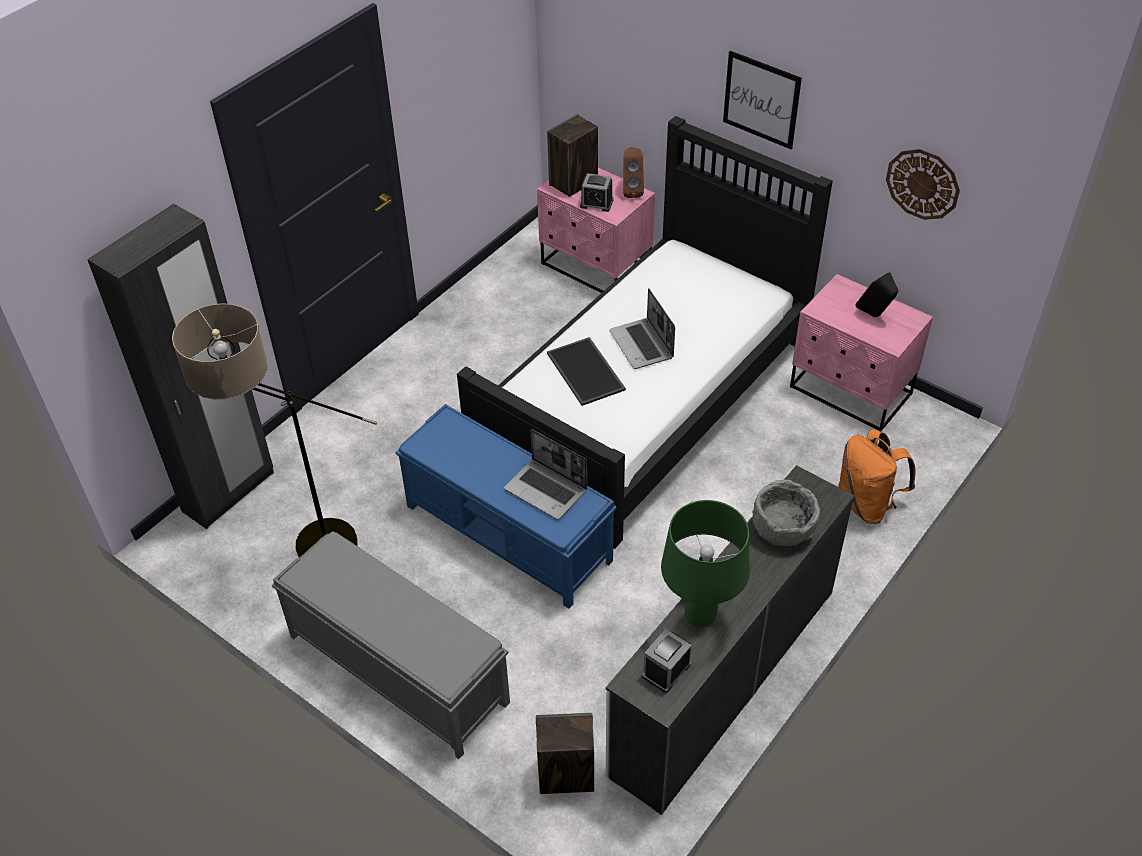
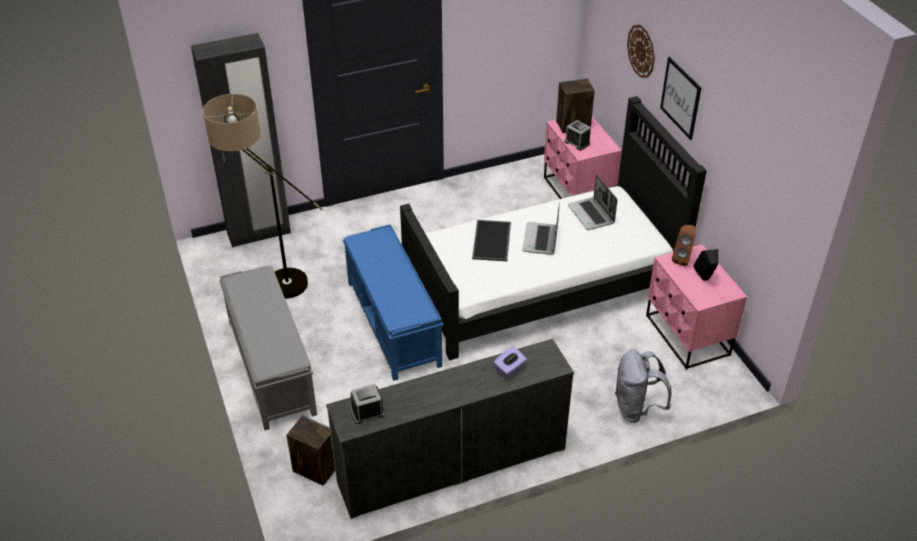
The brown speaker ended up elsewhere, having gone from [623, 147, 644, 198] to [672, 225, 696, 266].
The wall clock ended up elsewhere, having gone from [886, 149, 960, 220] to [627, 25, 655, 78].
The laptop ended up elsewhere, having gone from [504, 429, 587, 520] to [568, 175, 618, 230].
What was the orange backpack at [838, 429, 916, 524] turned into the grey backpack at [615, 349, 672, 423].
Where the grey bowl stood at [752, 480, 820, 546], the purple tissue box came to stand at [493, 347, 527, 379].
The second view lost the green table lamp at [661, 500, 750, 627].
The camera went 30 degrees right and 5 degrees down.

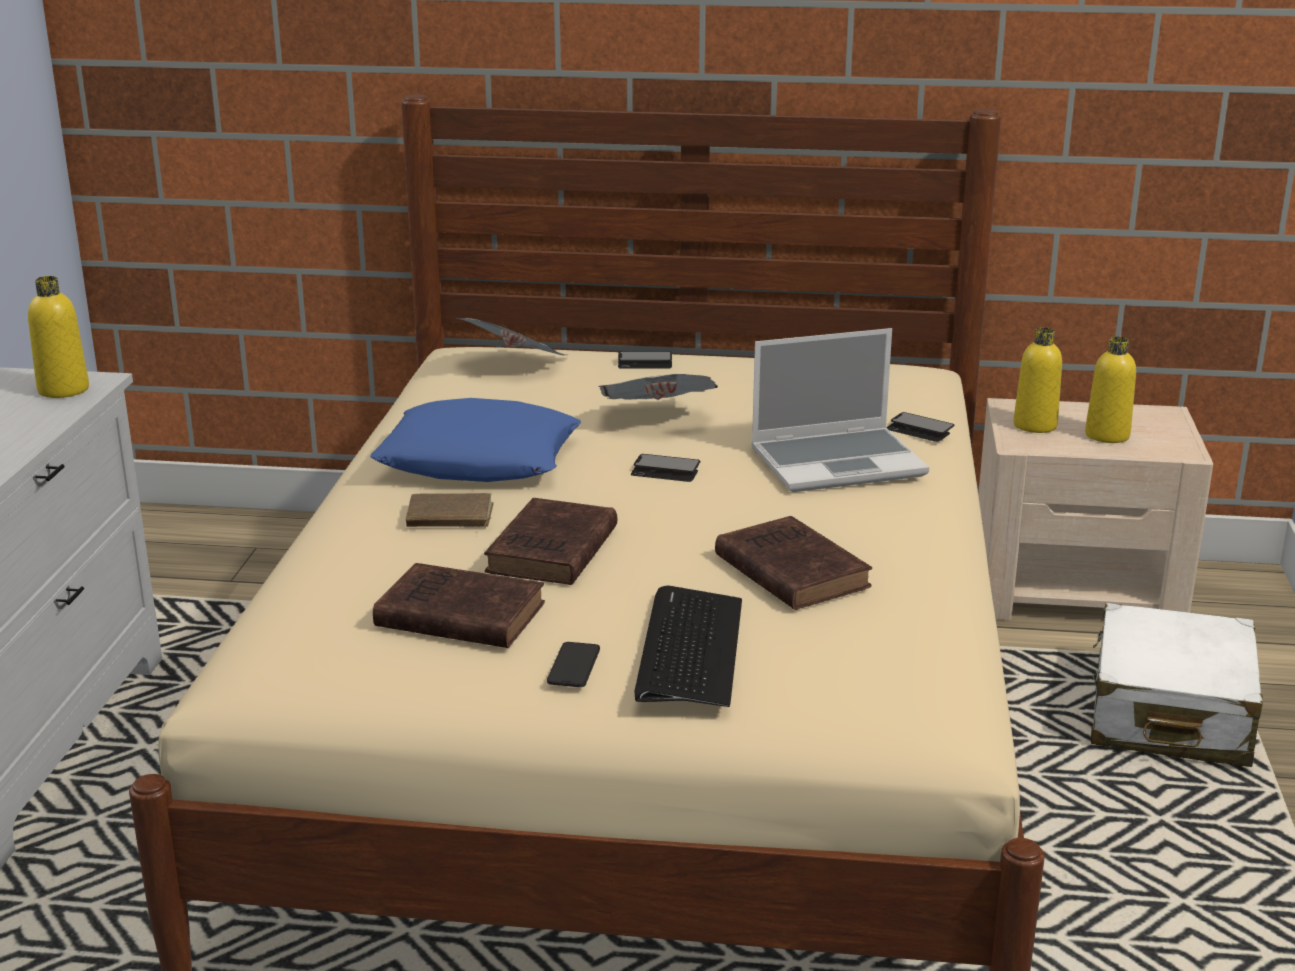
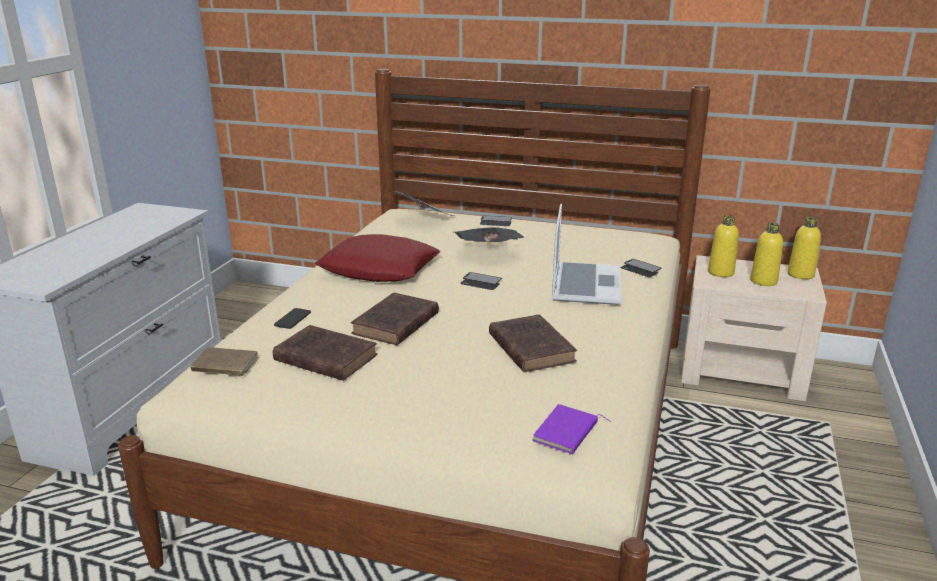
The yellow bottle ended up elsewhere, having gone from [28, 276, 89, 398] to [788, 217, 821, 279].
The laptop at [751, 328, 929, 492] ended up facing another way, 75 degrees counterclockwise from before.
What was the blue pillow at [370, 398, 581, 482] turned into the red pillow at [315, 234, 440, 282].
The brown book ended up elsewhere, having gone from [406, 493, 494, 528] to [190, 347, 259, 378].
The second view lost the keyboard at [635, 586, 742, 707].
The second view lost the white suitcase at [1091, 603, 1263, 767].
The phone ended up elsewhere, having gone from [547, 642, 600, 687] to [274, 308, 311, 329].
The second view gained the purple book at [532, 404, 611, 454].
The camera went 10 degrees right and 0 degrees up.

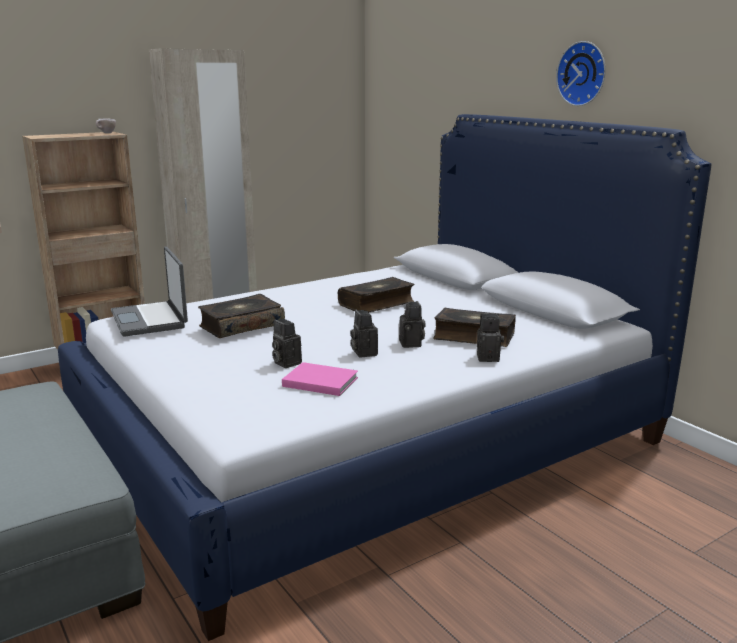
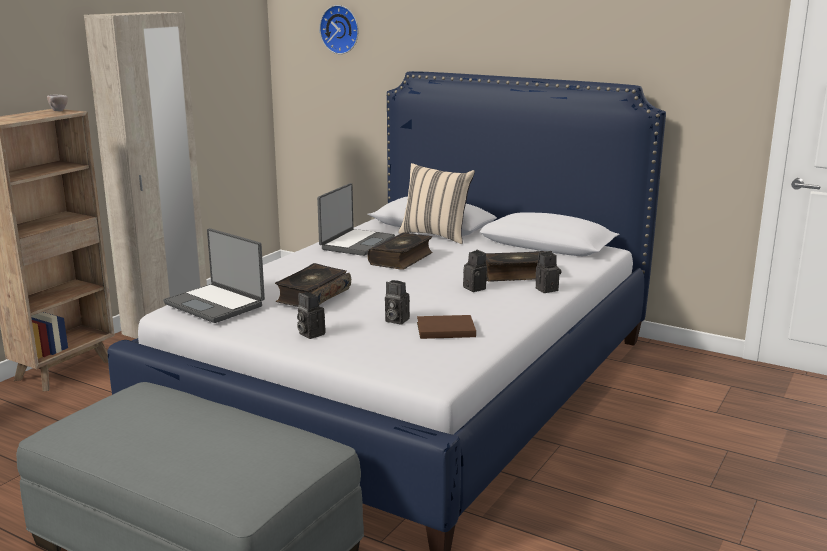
The wall clock ended up elsewhere, having gone from [556, 41, 606, 106] to [319, 5, 359, 54].
The photo camera ended up elsewhere, having gone from [351, 310, 378, 358] to [297, 292, 326, 339].
What was the pink book at [282, 362, 358, 396] turned into the brown book at [417, 315, 476, 339].
The second view gained the beige pillow at [398, 163, 475, 244].
The second view gained the laptop at [317, 183, 395, 256].
The camera went 25 degrees left and 0 degrees up.

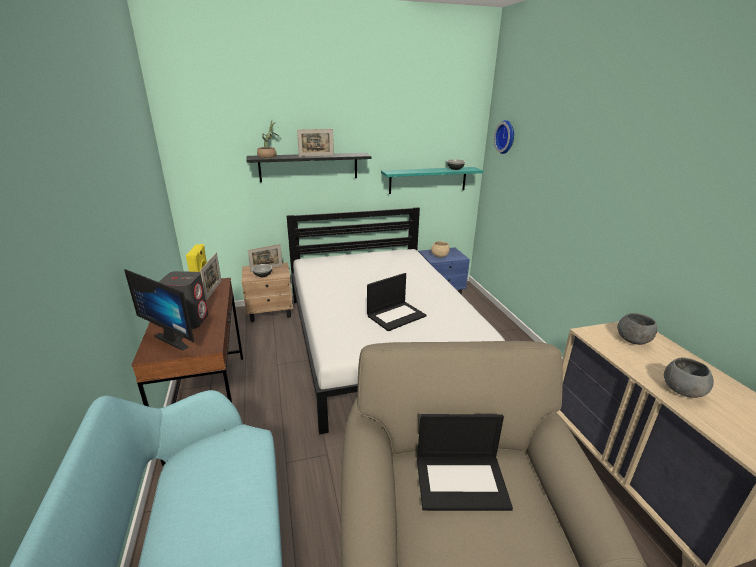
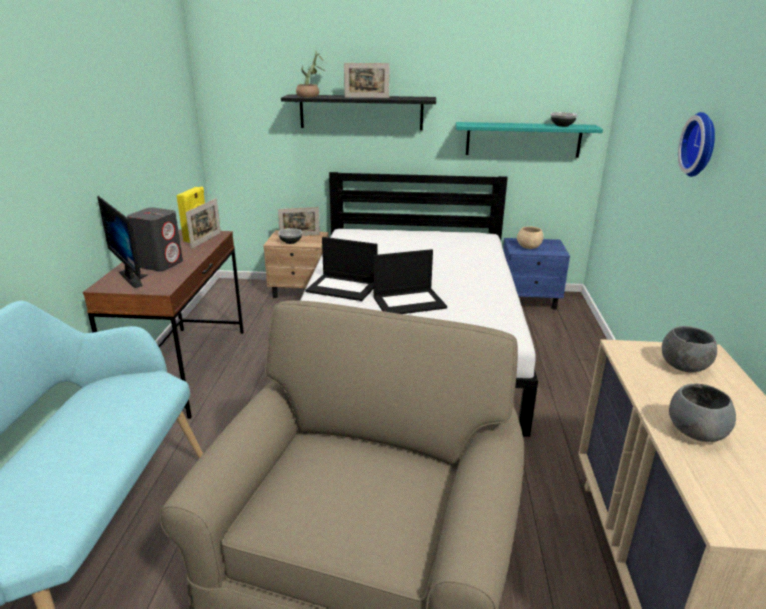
The wall clock ended up elsewhere, having gone from [494, 120, 514, 154] to [678, 112, 715, 177].
The laptop ended up elsewhere, having gone from [417, 414, 513, 511] to [305, 237, 377, 301].
The camera went 20 degrees right and 0 degrees up.

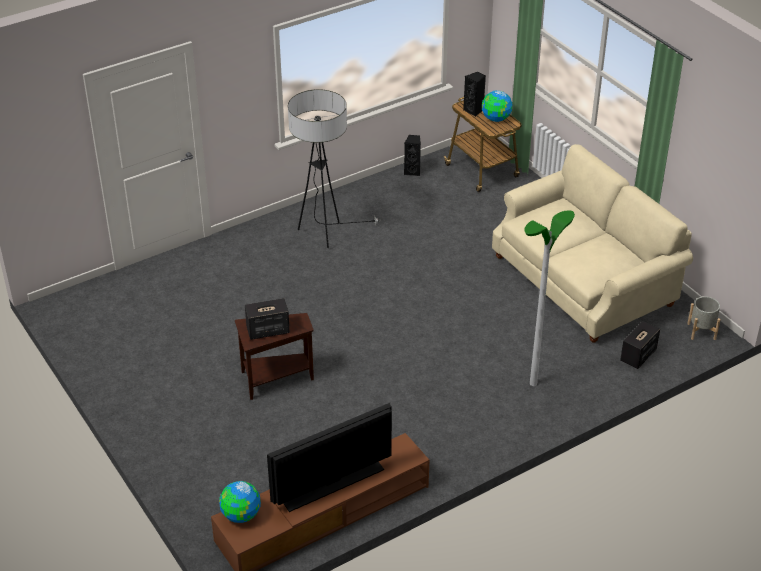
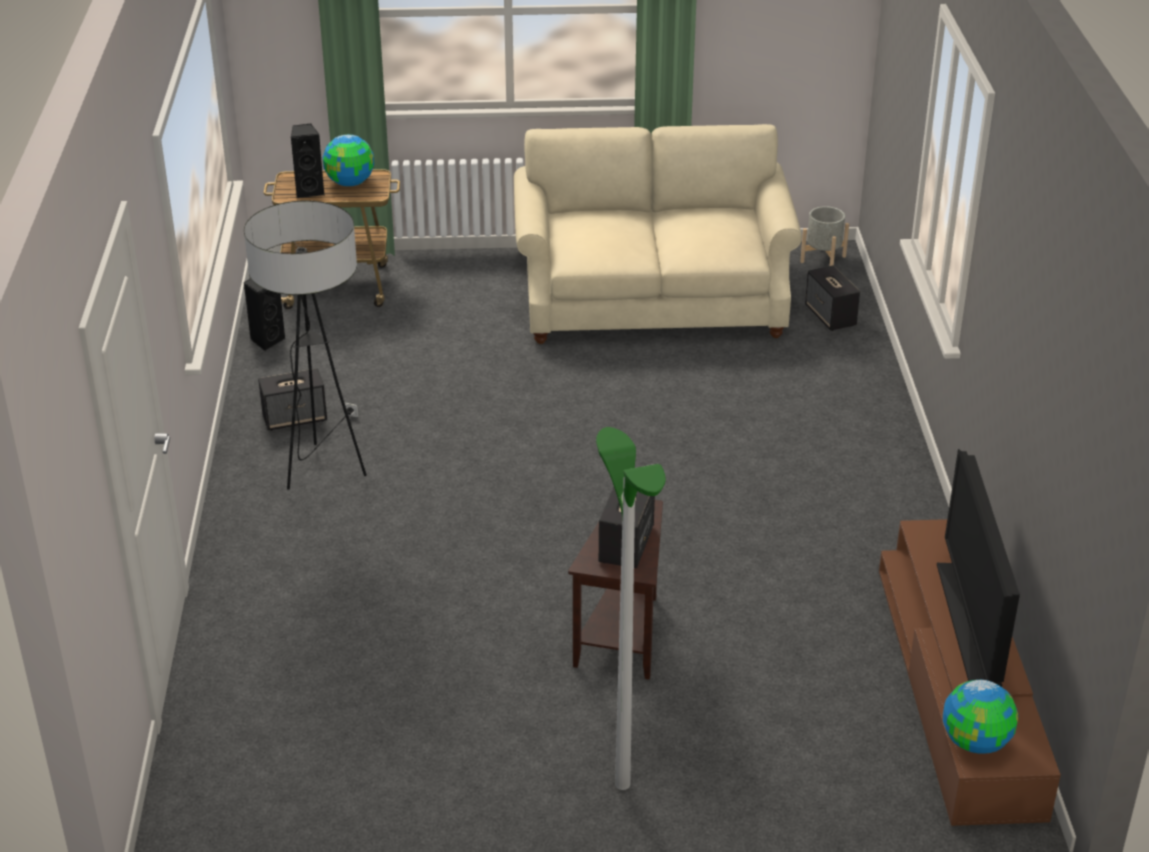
The floor lamp ended up elsewhere, having gone from [524, 210, 575, 386] to [596, 427, 666, 790].
The second view gained the speaker at [258, 368, 327, 431].
The camera went 60 degrees left and 5 degrees down.

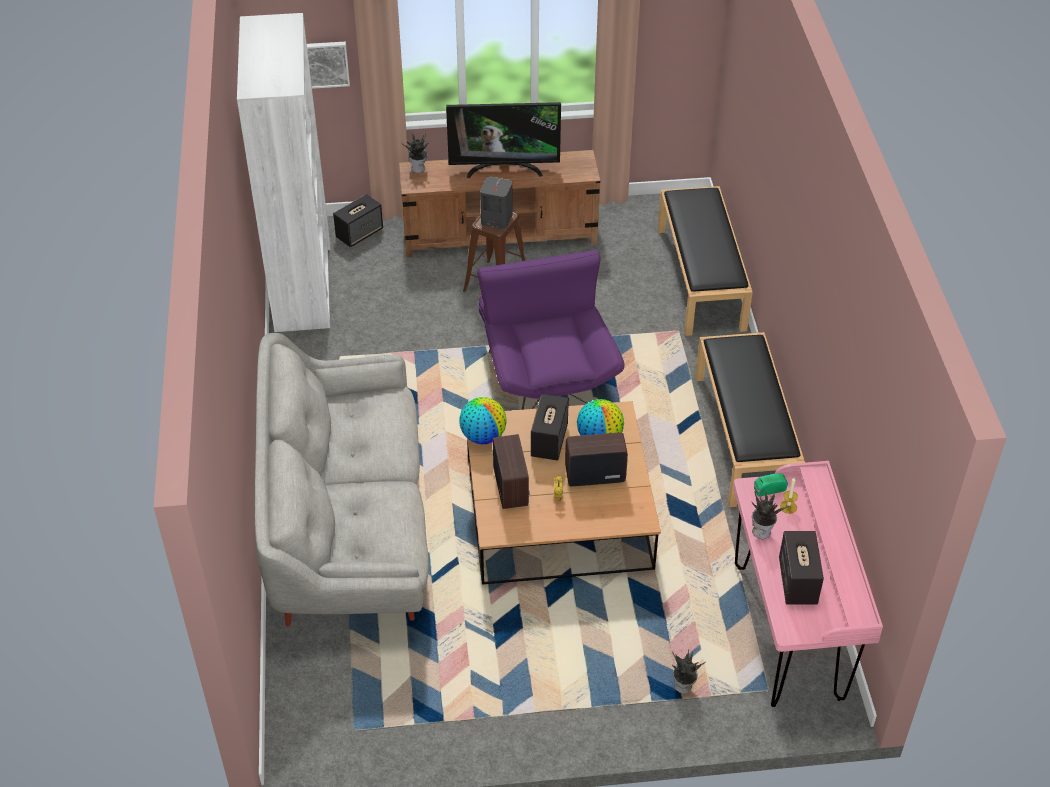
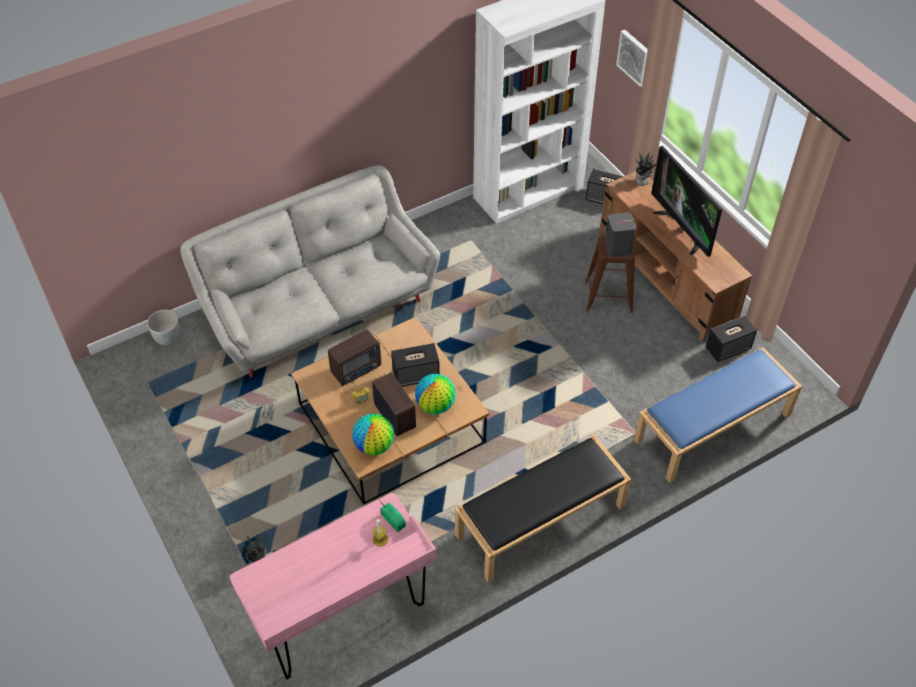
What was the black bench at [658, 186, 753, 336] turned into the blue bench at [634, 347, 802, 483].
The second view lost the purple armchair at [477, 249, 625, 410].
The globe ended up elsewhere, having gone from [459, 397, 507, 444] to [352, 414, 394, 455].
The second view lost the potted plant at [752, 492, 788, 539].
The speaker ended up elsewhere, having gone from [779, 531, 824, 605] to [706, 316, 757, 362].
The second view gained the grey planter at [147, 310, 180, 345].
The camera went 65 degrees right and 5 degrees up.

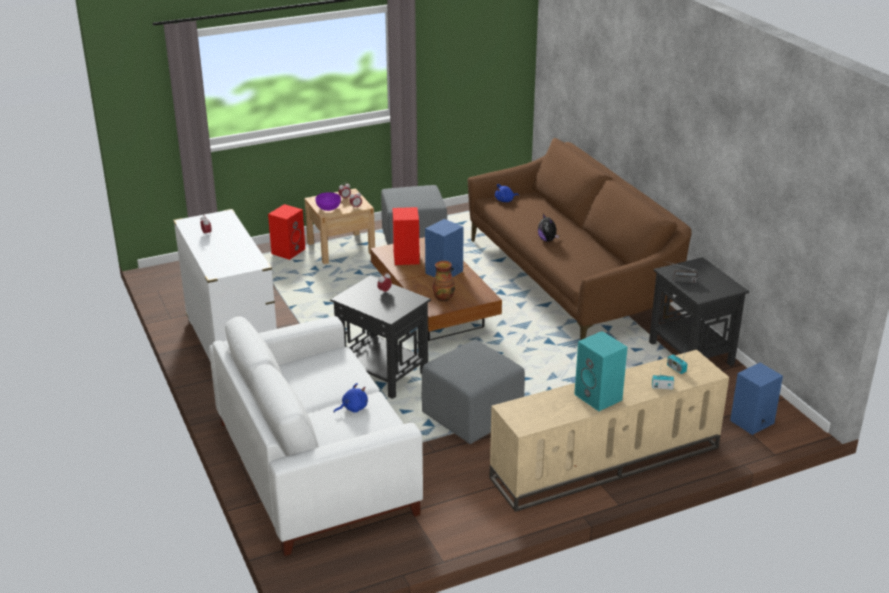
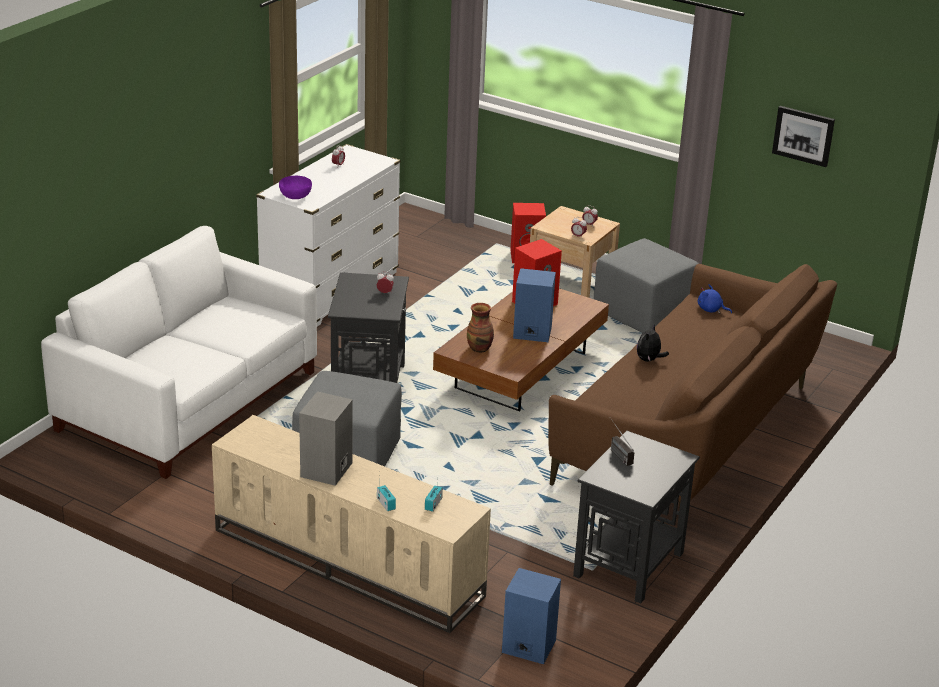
The purple bowl ended up elsewhere, having gone from [315, 192, 341, 211] to [279, 176, 312, 199].
What was the turquoise speaker at [574, 331, 627, 411] turned into the grey speaker at [299, 391, 353, 486].
The second view lost the blue plush toy at [333, 383, 368, 413].
The second view gained the picture at [772, 106, 835, 167].
The camera went 55 degrees right and 0 degrees up.

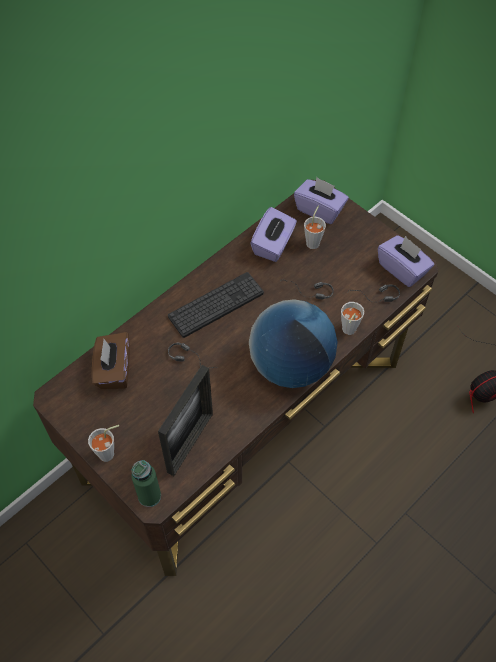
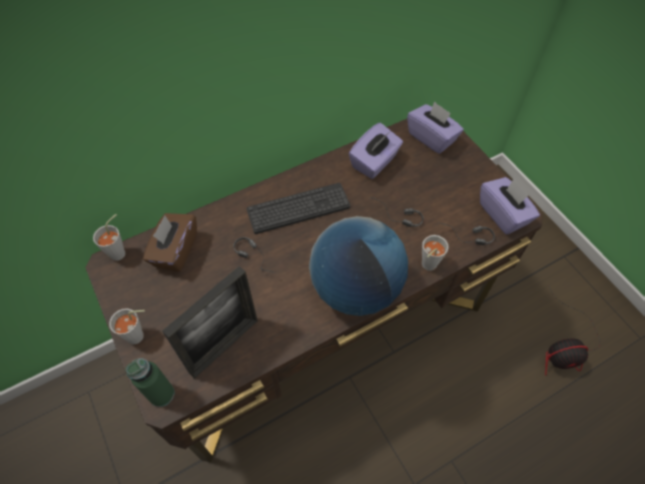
The grey cup ended up elsewhere, having gone from [304, 205, 326, 249] to [93, 214, 125, 261].
The camera went 15 degrees right and 0 degrees up.

